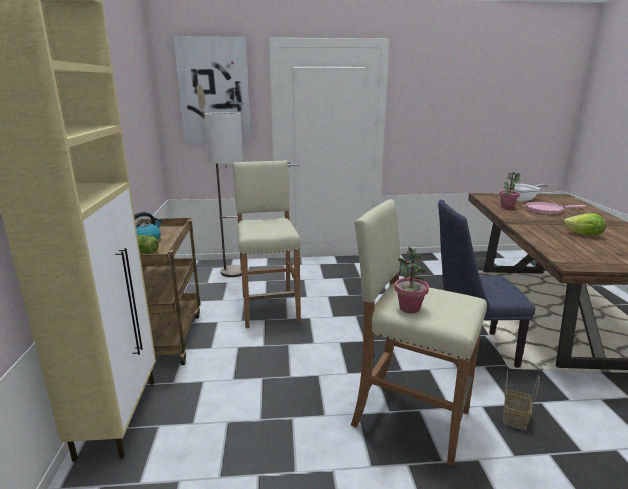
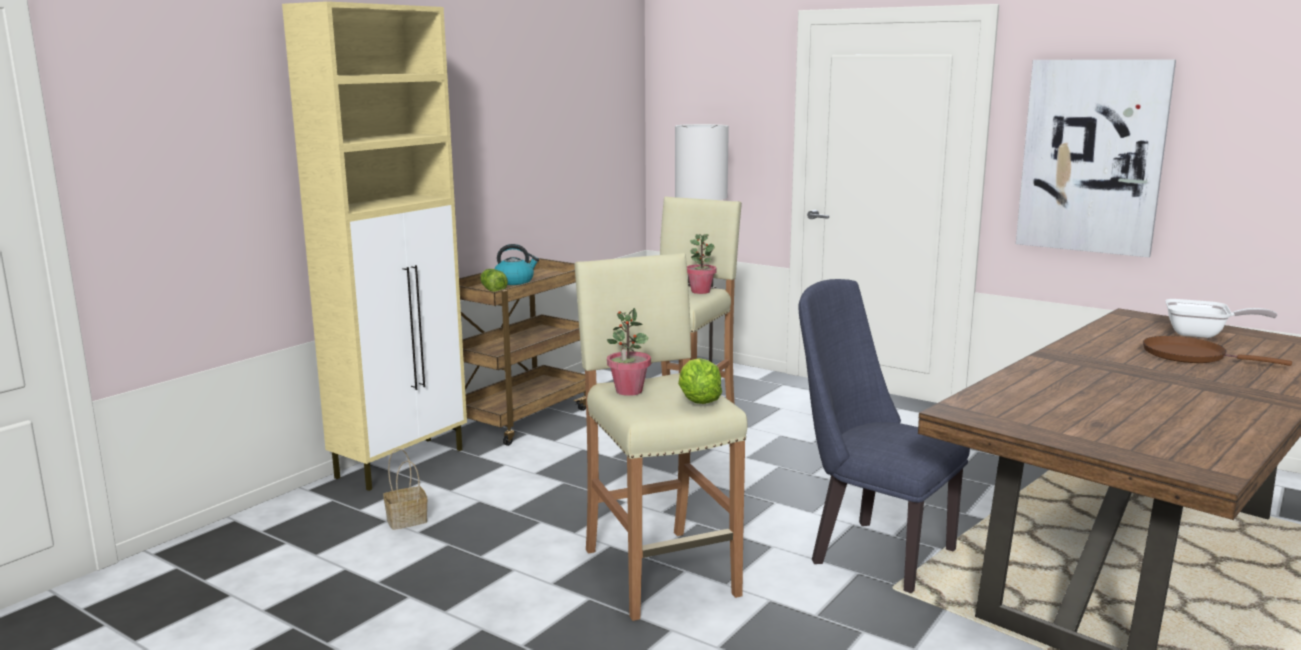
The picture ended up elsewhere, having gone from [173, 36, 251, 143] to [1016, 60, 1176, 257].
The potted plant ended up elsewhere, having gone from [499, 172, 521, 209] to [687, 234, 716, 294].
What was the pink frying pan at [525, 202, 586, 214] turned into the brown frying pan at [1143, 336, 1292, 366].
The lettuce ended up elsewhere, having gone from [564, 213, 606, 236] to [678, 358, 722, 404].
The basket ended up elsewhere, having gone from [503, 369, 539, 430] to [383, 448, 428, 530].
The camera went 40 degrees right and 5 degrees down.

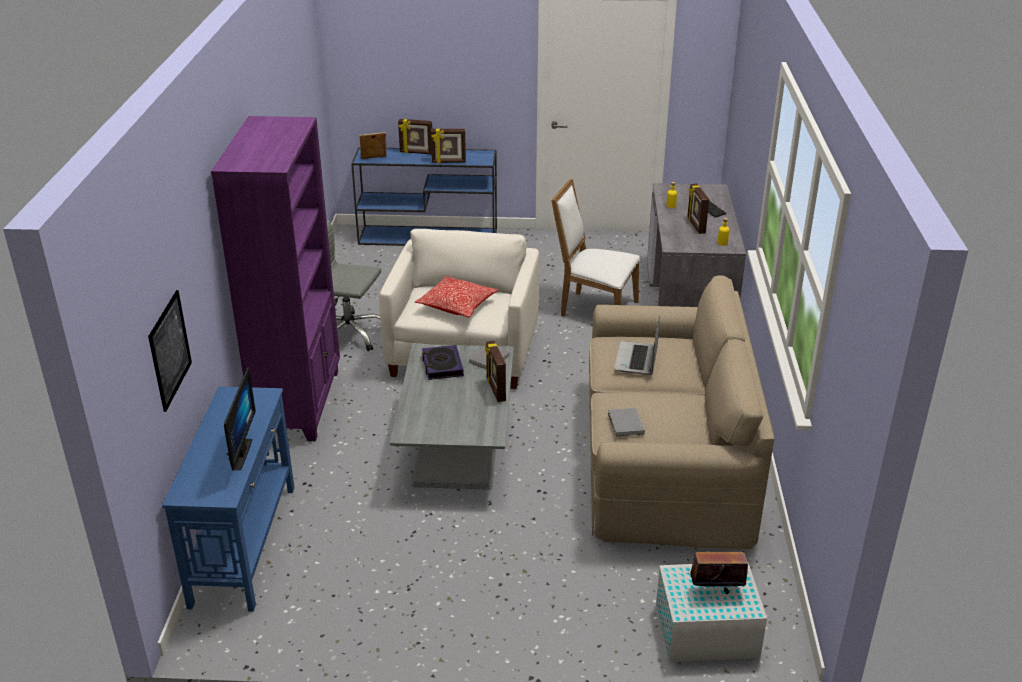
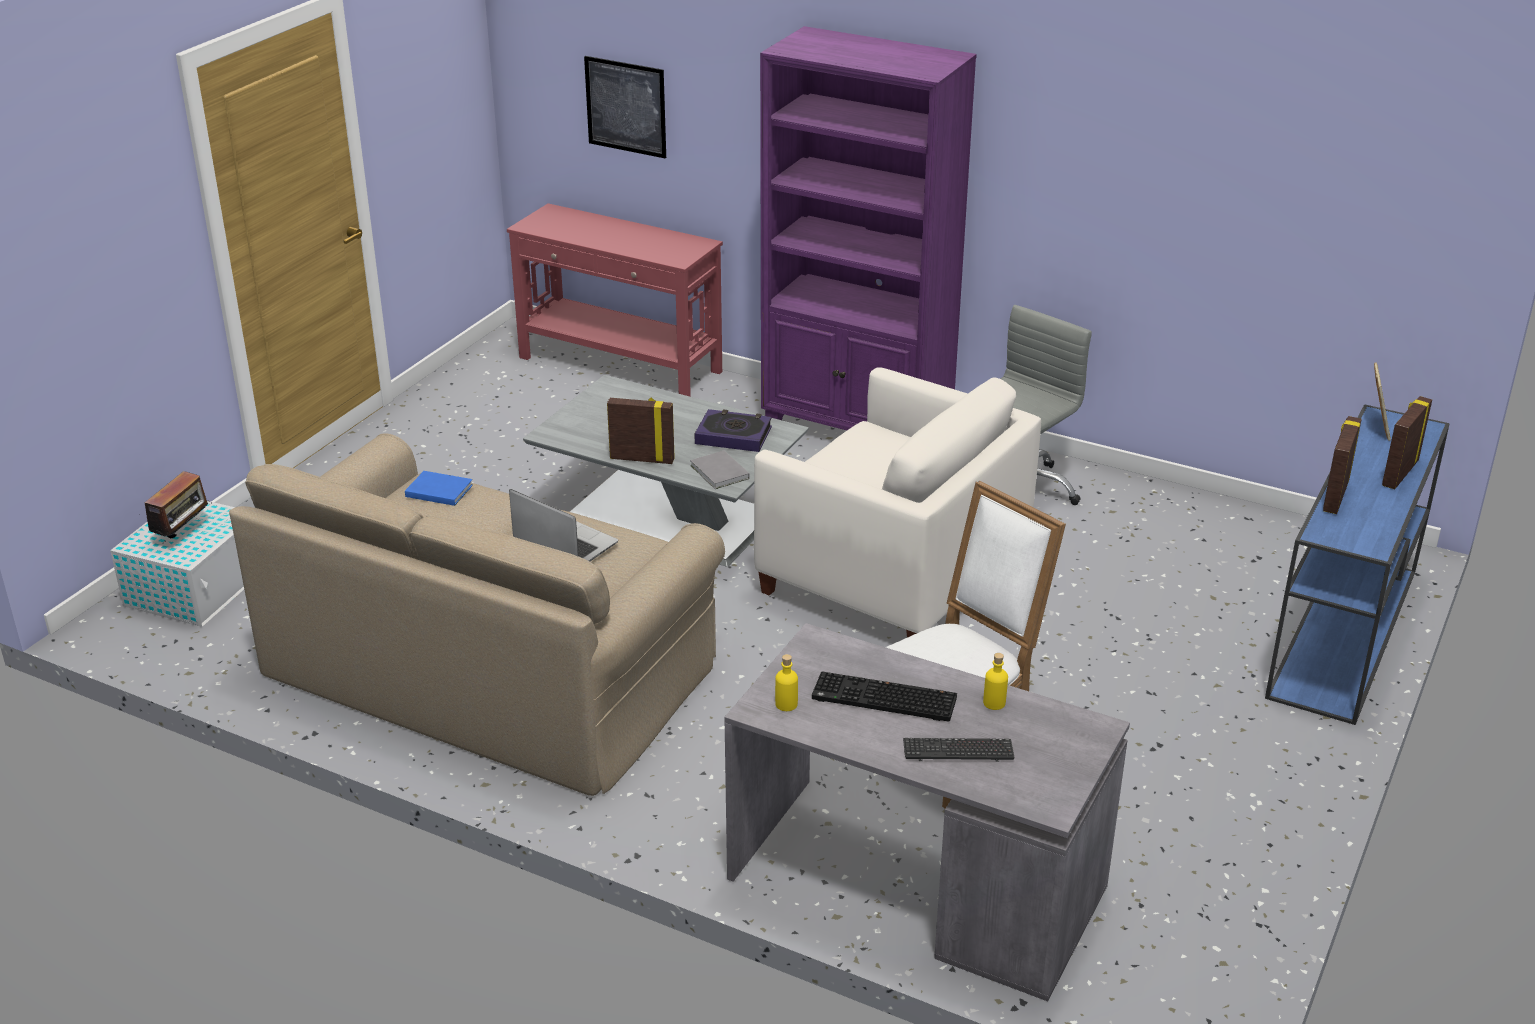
Where the picture frame stood at [687, 183, 709, 234], the keyboard came to stand at [812, 672, 957, 722].
The second view lost the pillow at [415, 276, 498, 318].
The second view lost the monitor at [224, 367, 256, 471].
What was the blue console table at [162, 387, 294, 612] turned into the red console table at [507, 203, 723, 397].
What was the grey book at [608, 408, 645, 436] turned into the blue book at [405, 471, 473, 506].
The camera went 115 degrees right and 0 degrees up.

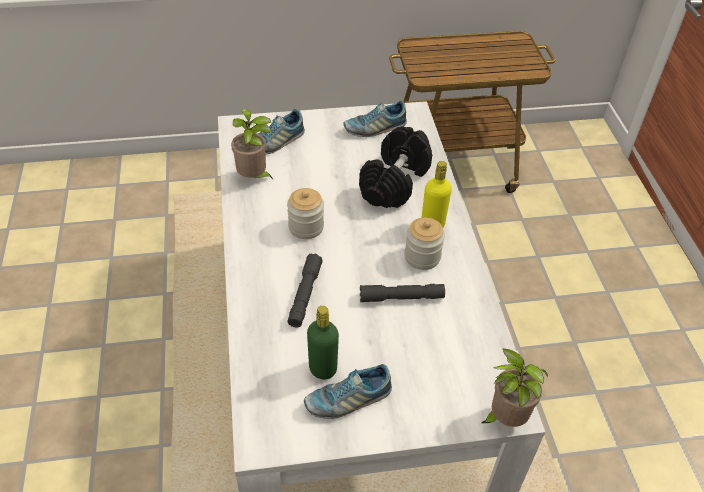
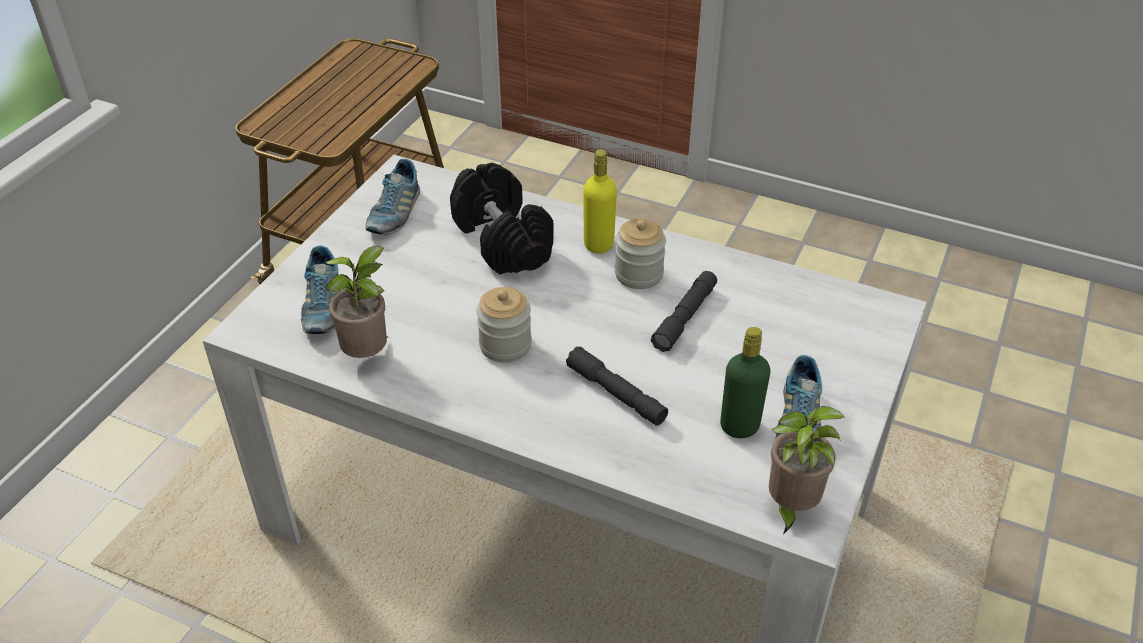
The potted plant ended up elsewhere, having gone from [482, 348, 548, 427] to [769, 406, 844, 534].
The camera went 55 degrees left and 5 degrees down.

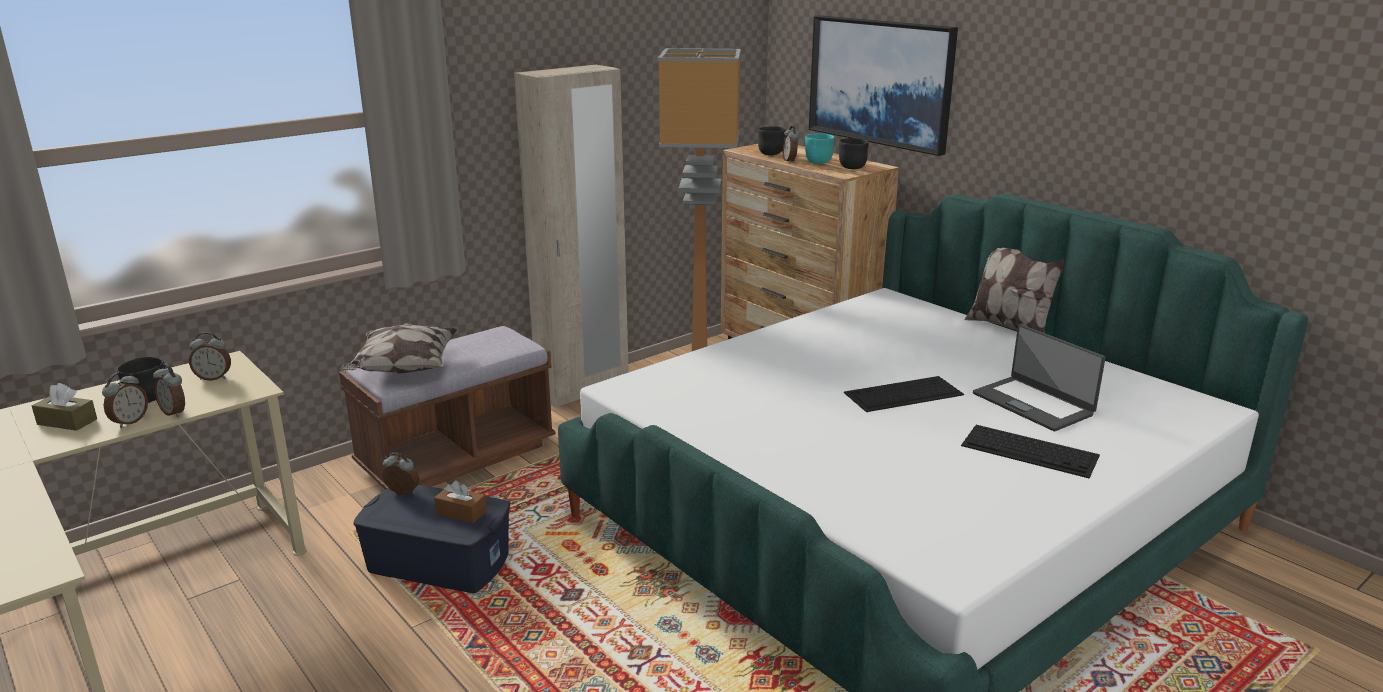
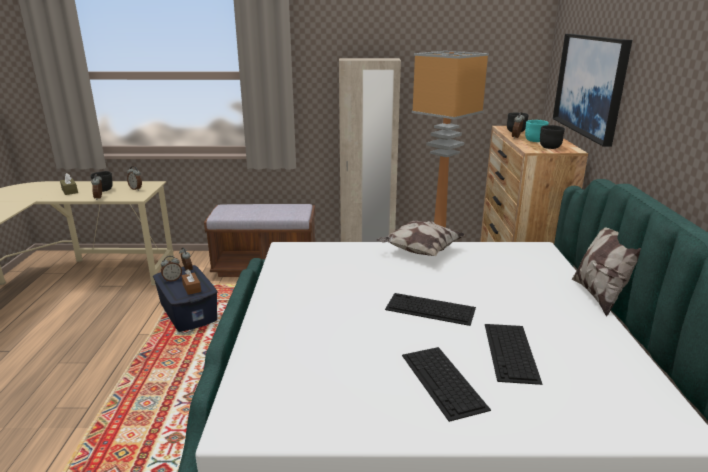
The pillow ended up elsewhere, having gone from [340, 323, 458, 373] to [377, 221, 465, 256].
Where the laptop stood at [973, 324, 1106, 431], the keyboard came to stand at [485, 324, 542, 385].
The alarm clock ended up elsewhere, having gone from [102, 372, 148, 428] to [161, 256, 182, 282].
The camera went 40 degrees right and 0 degrees up.

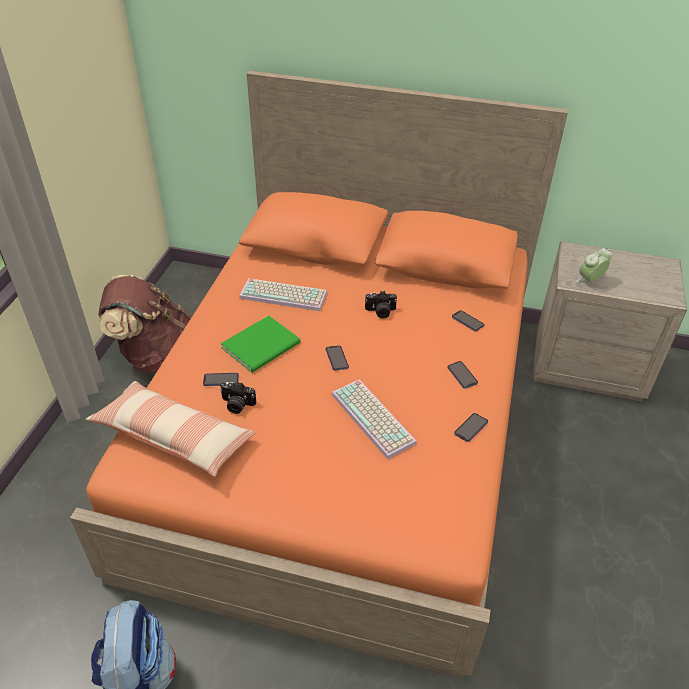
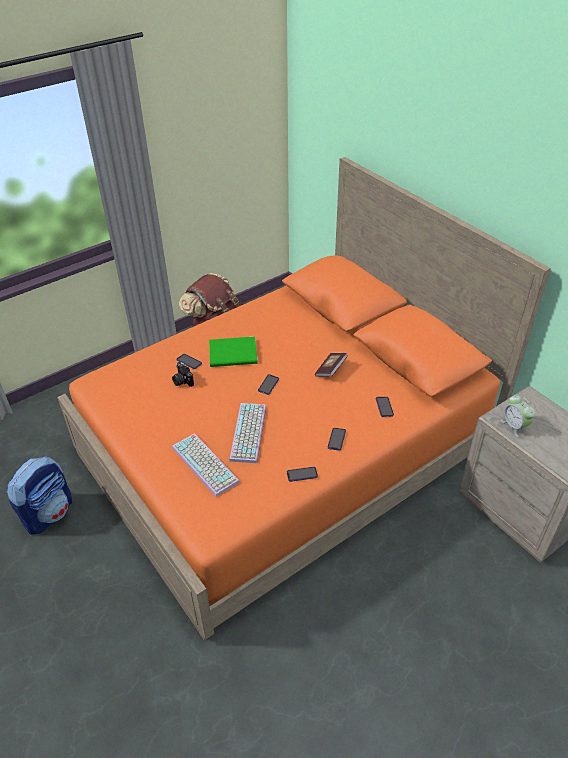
The alarm clock at [576, 248, 612, 282] ended up facing another way, 120 degrees counterclockwise from before.
The keyboard ended up elsewhere, having gone from [239, 278, 327, 311] to [172, 433, 240, 497].
Where the photo camera stood at [365, 291, 397, 319], the book came to stand at [315, 353, 348, 377].
The second view lost the pillow at [85, 381, 256, 477].
The camera went 40 degrees right and 0 degrees up.

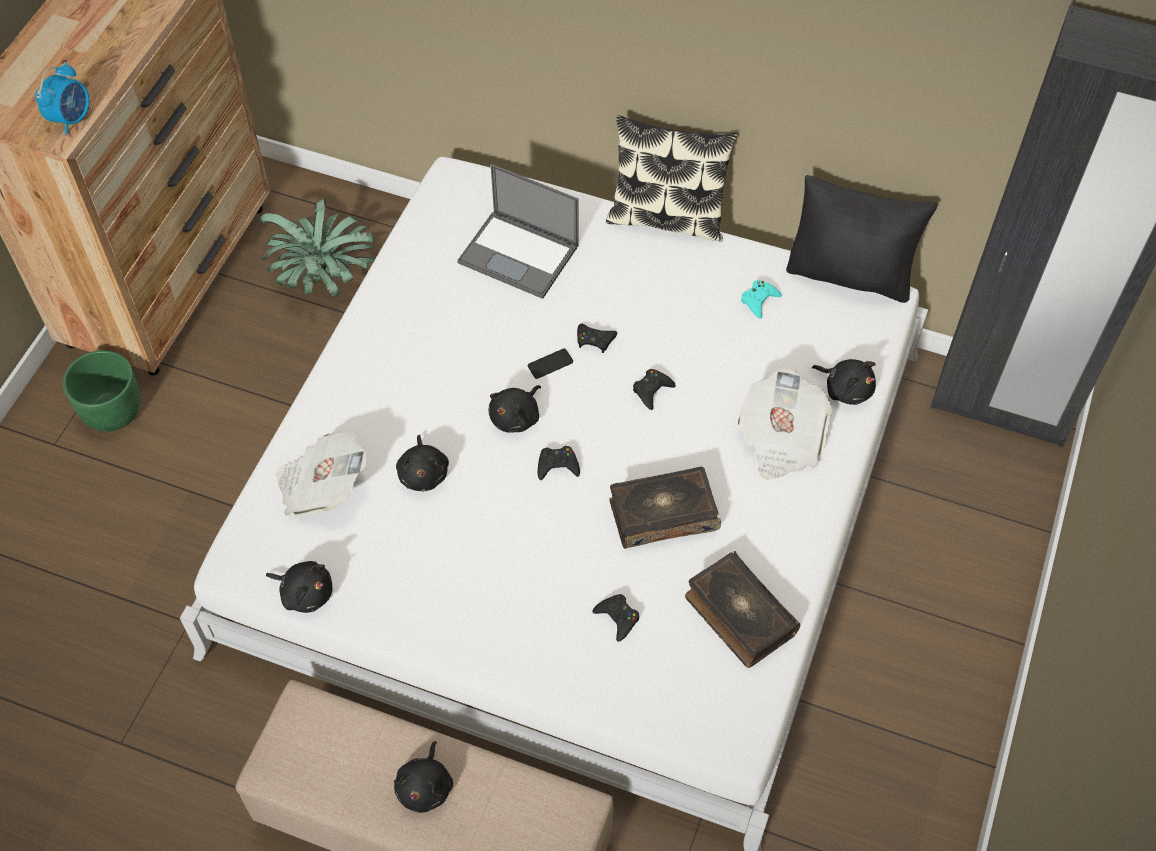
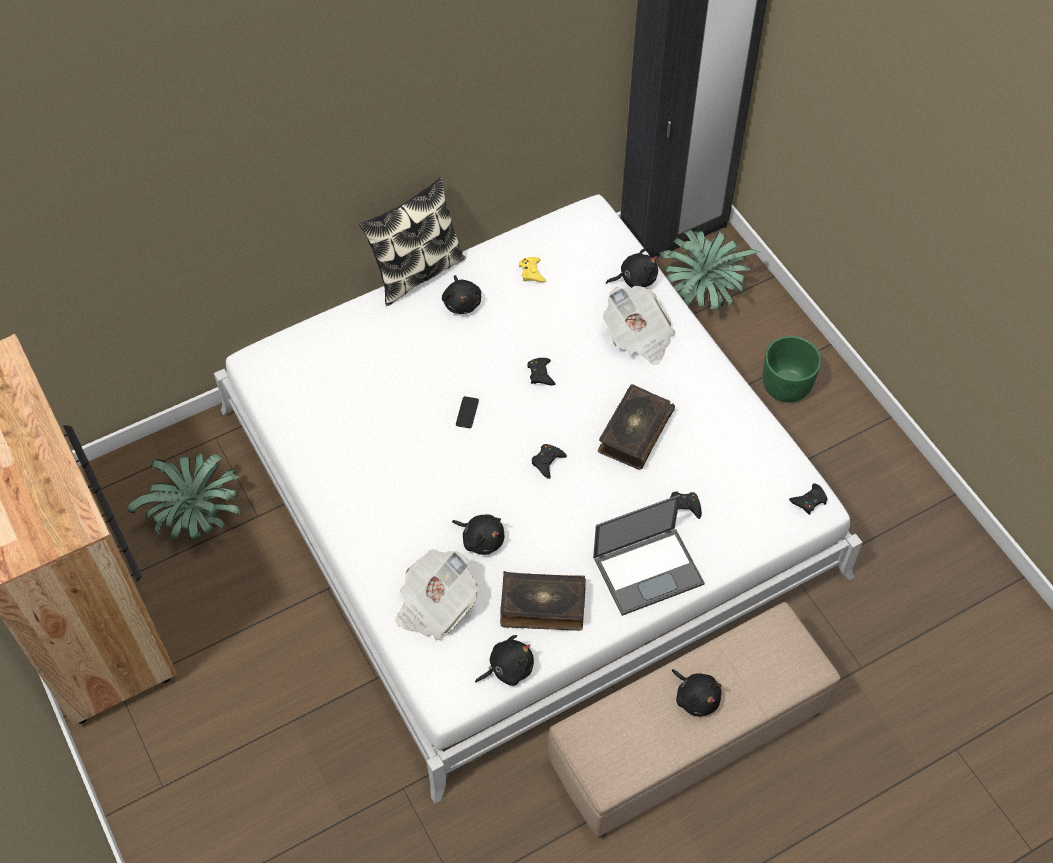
The second view lost the alarm clock at [35, 62, 90, 135].
The laptop ended up elsewhere, having gone from [457, 164, 579, 299] to [593, 495, 705, 616].
The second view lost the black pillow at [786, 175, 938, 303].
What was the turquoise game controller at [741, 280, 782, 319] turned into the yellow game controller at [519, 257, 546, 282].
The black game controller ended up elsewhere, having gone from [577, 323, 617, 353] to [789, 483, 828, 515].
The green planter ended up elsewhere, having gone from [63, 350, 141, 432] to [762, 336, 821, 403].
The black plush toy ended up elsewhere, having gone from [488, 385, 541, 432] to [442, 275, 481, 314].
The book ended up elsewhere, having gone from [685, 551, 801, 668] to [500, 571, 586, 631].
The second view gained the potted plant at [659, 229, 759, 311].
The camera went 50 degrees left and 0 degrees up.

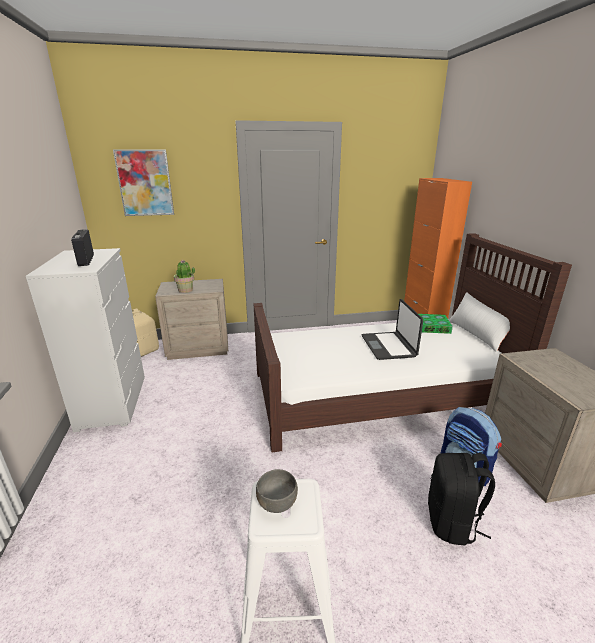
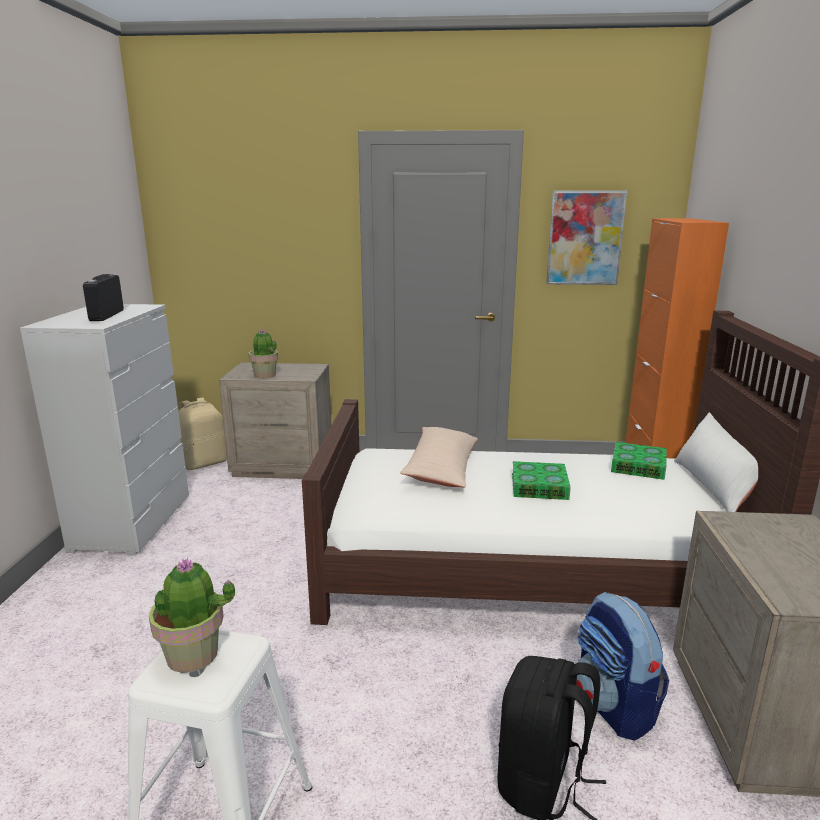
The picture ended up elsewhere, having gone from [113, 149, 174, 216] to [546, 190, 627, 285].
Where the laptop stood at [362, 299, 423, 360], the book came to stand at [512, 461, 571, 500].
Where the grey bowl stood at [256, 469, 298, 513], the potted plant came to stand at [149, 557, 235, 673].
The second view gained the beige pillow at [400, 427, 478, 488].
The camera went 15 degrees right and 5 degrees down.

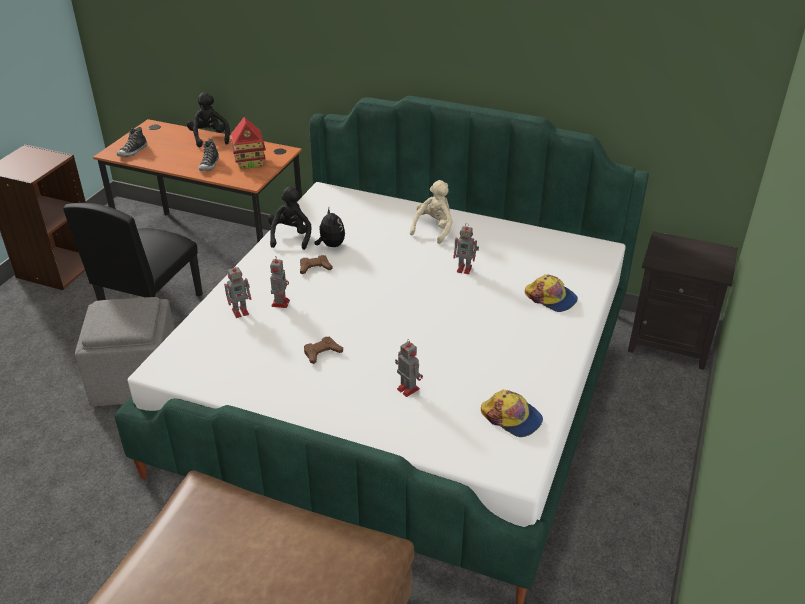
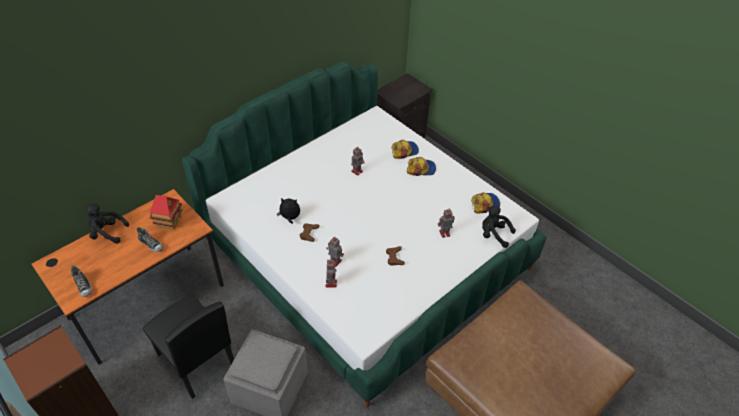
The second view lost the beige plush toy at [410, 180, 453, 244].
The black plush toy ended up elsewhere, having gone from [268, 187, 311, 250] to [482, 206, 516, 248].
The second view gained the cap at [407, 157, 436, 176].
The camera went 65 degrees left and 10 degrees up.

